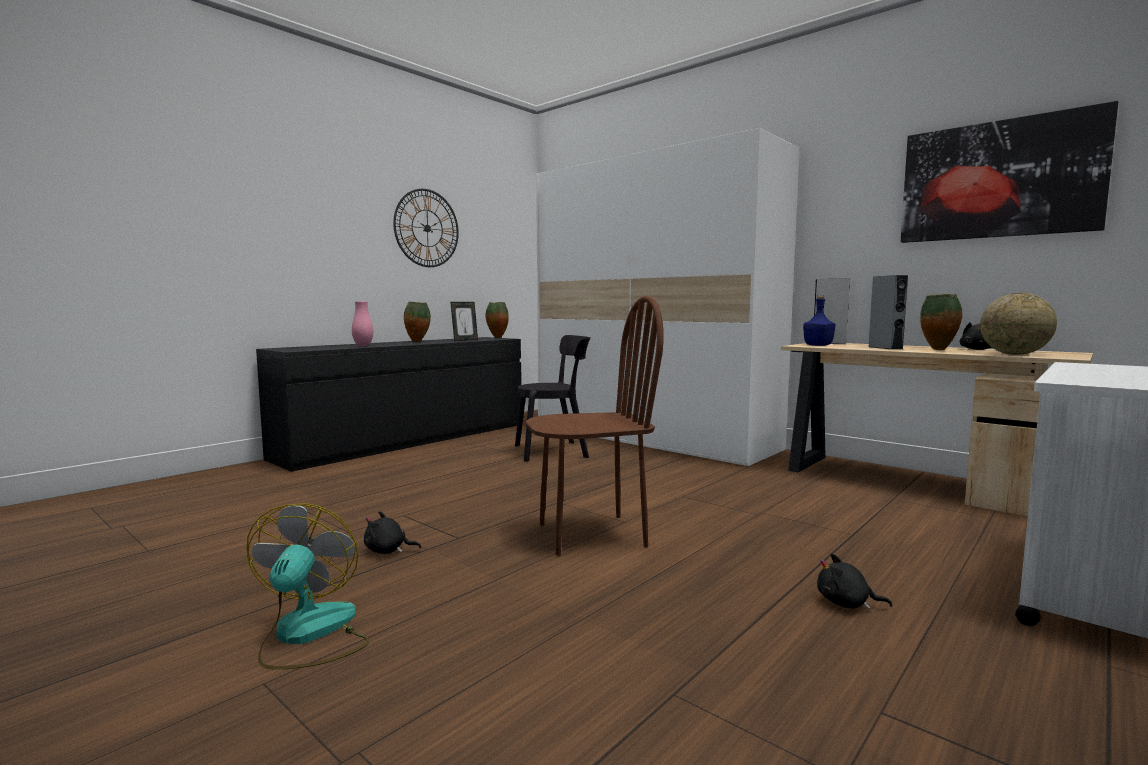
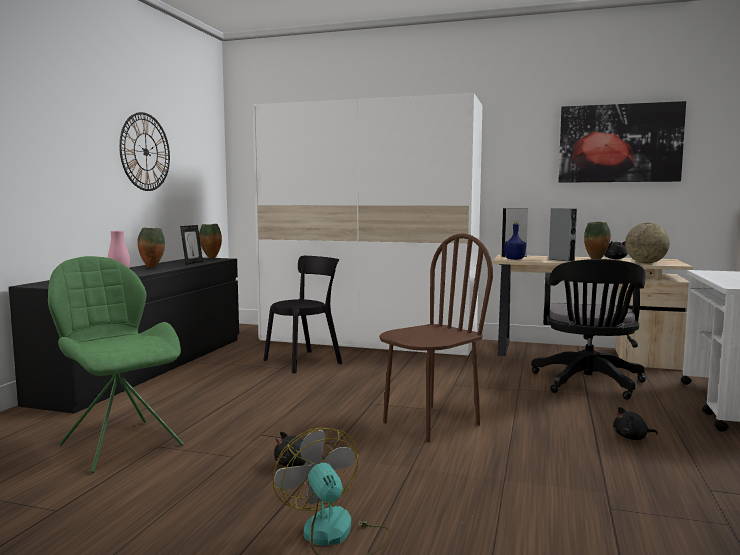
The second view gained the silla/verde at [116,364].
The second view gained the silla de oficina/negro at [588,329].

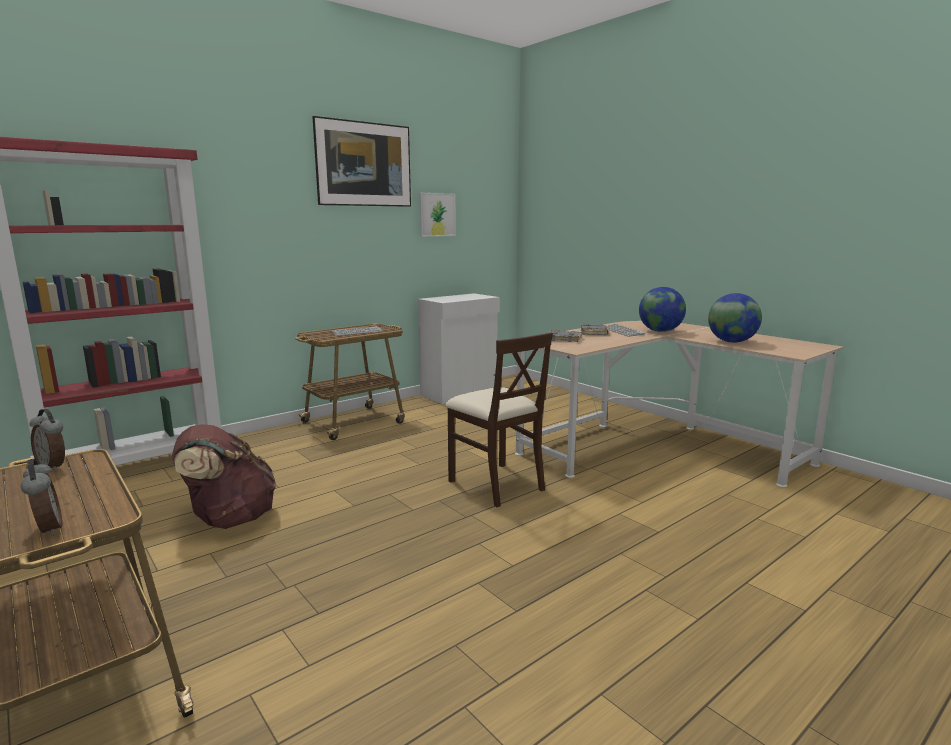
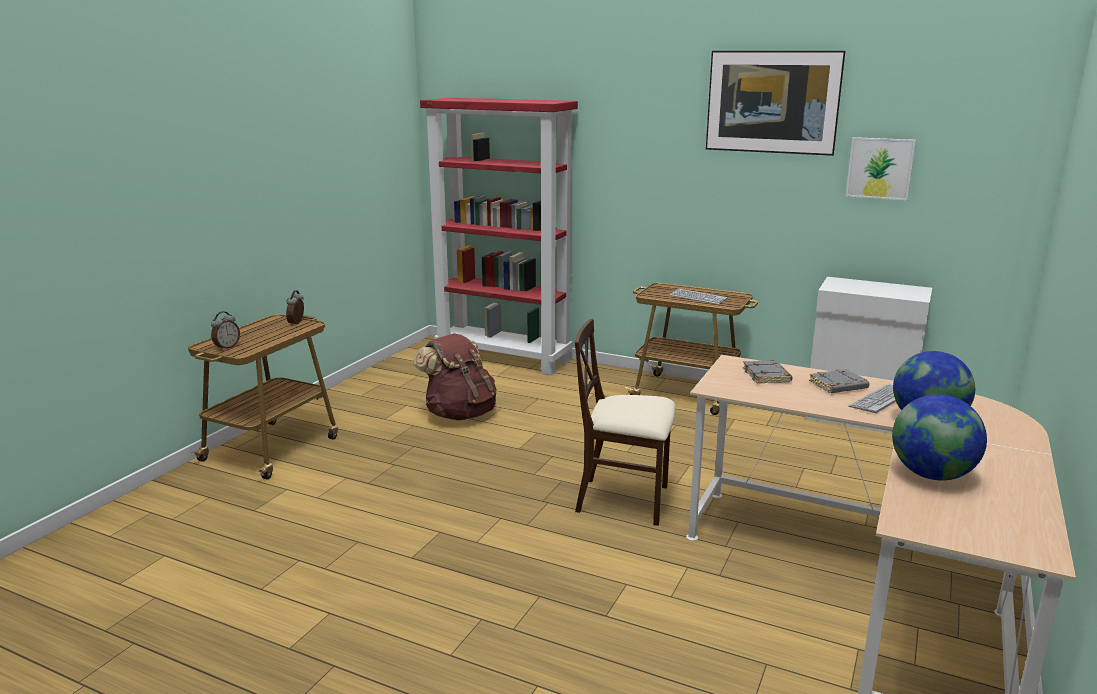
The silla/beis at [499,419] ended up facing another way, 75 degrees clockwise from before.

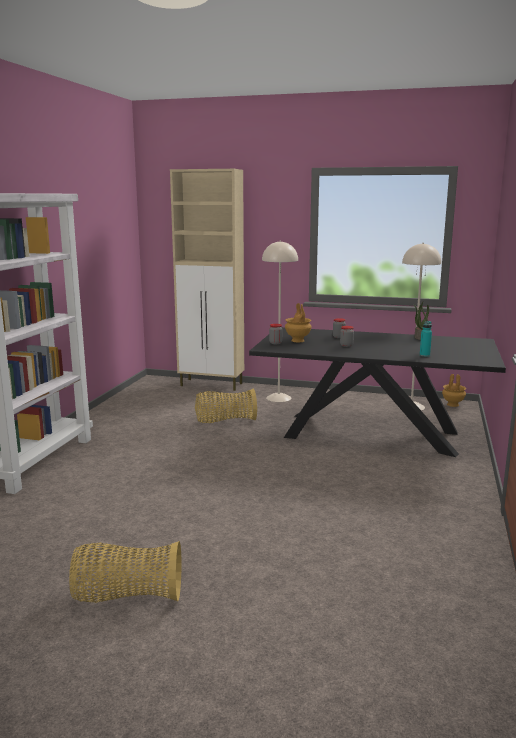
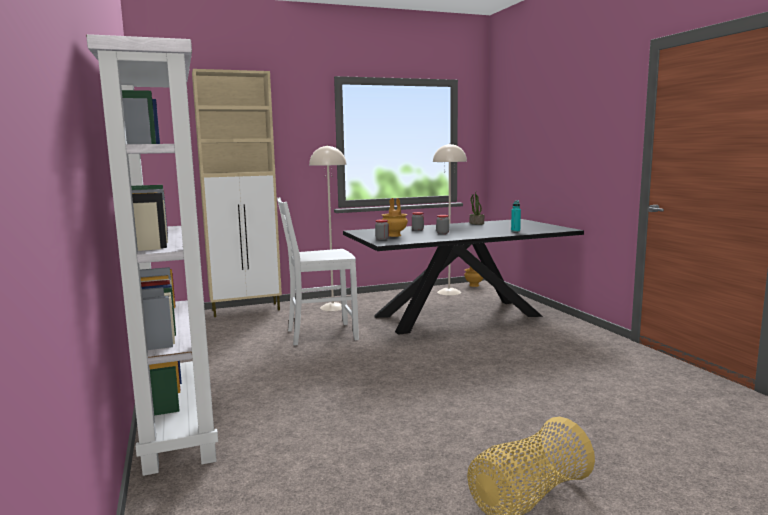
Where the cesta stood at [226,406], the silla/blanco came to stand at [318,271].

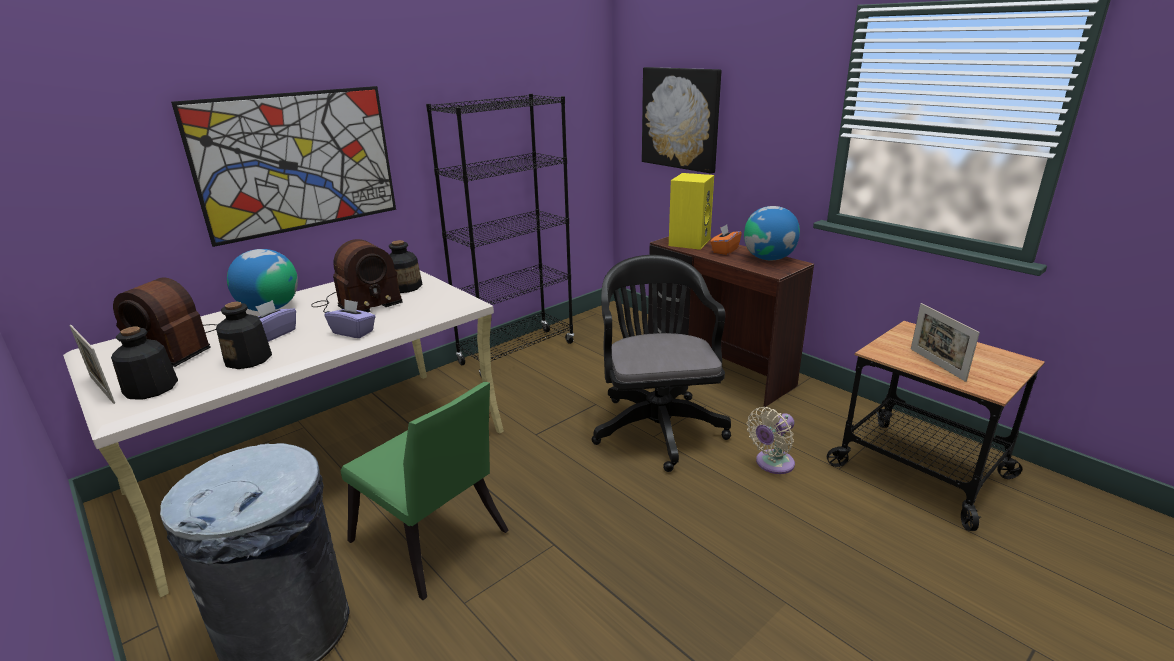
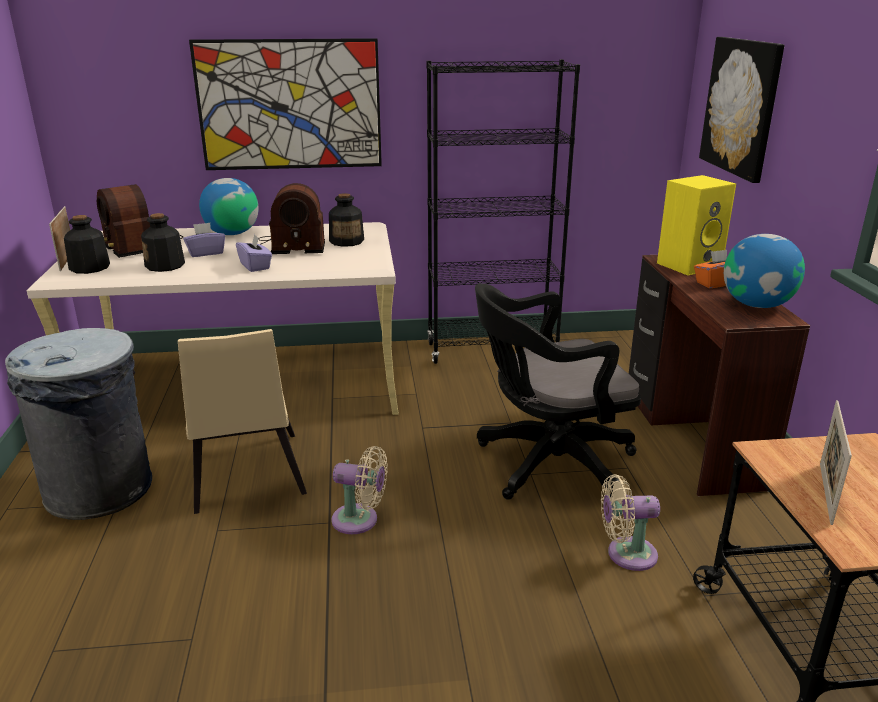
What was the silla/verde at [425,491] turned into the silla/beis at [242,421].
The second view gained the ventilador/beis at [359,490].
The silla de oficina/negro at [661,363] ended up facing another way, 135 degrees counterclockwise from before.

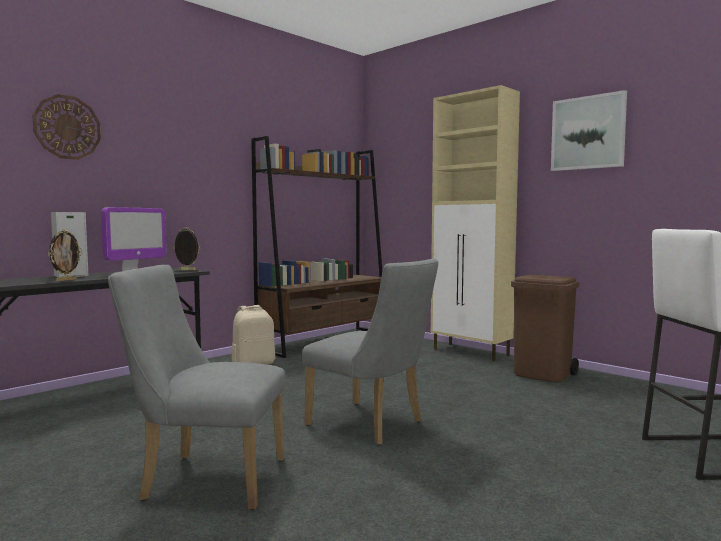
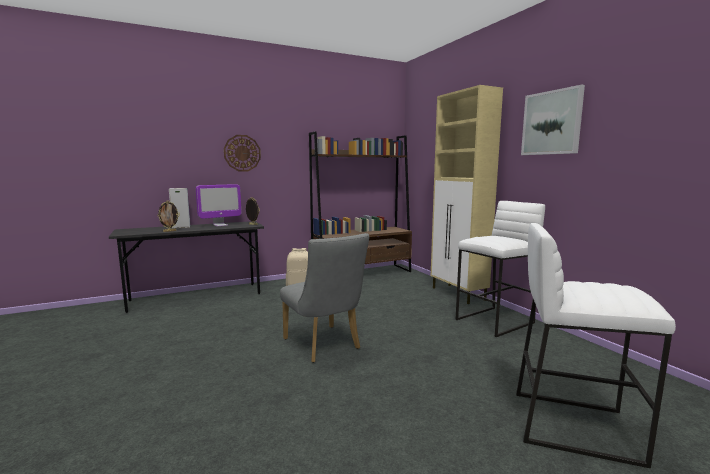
The reloj de pared ended up elsewhere, having gone from [66,127] to [242,153].
Where the papelera/marrón stood at [545,329], the taburete/blanco came to stand at [500,269].
The second view lost the silla/gris at [197,387].

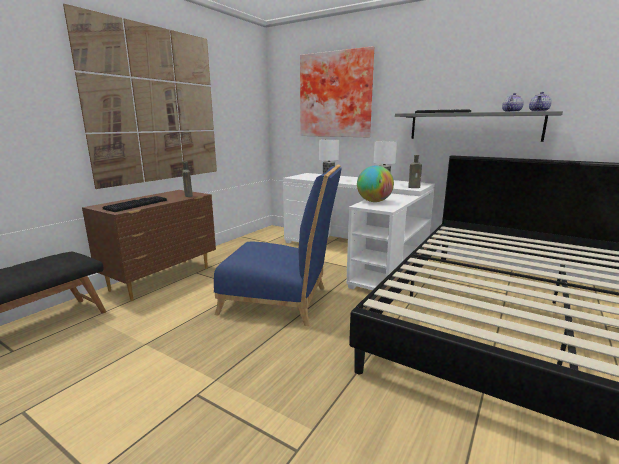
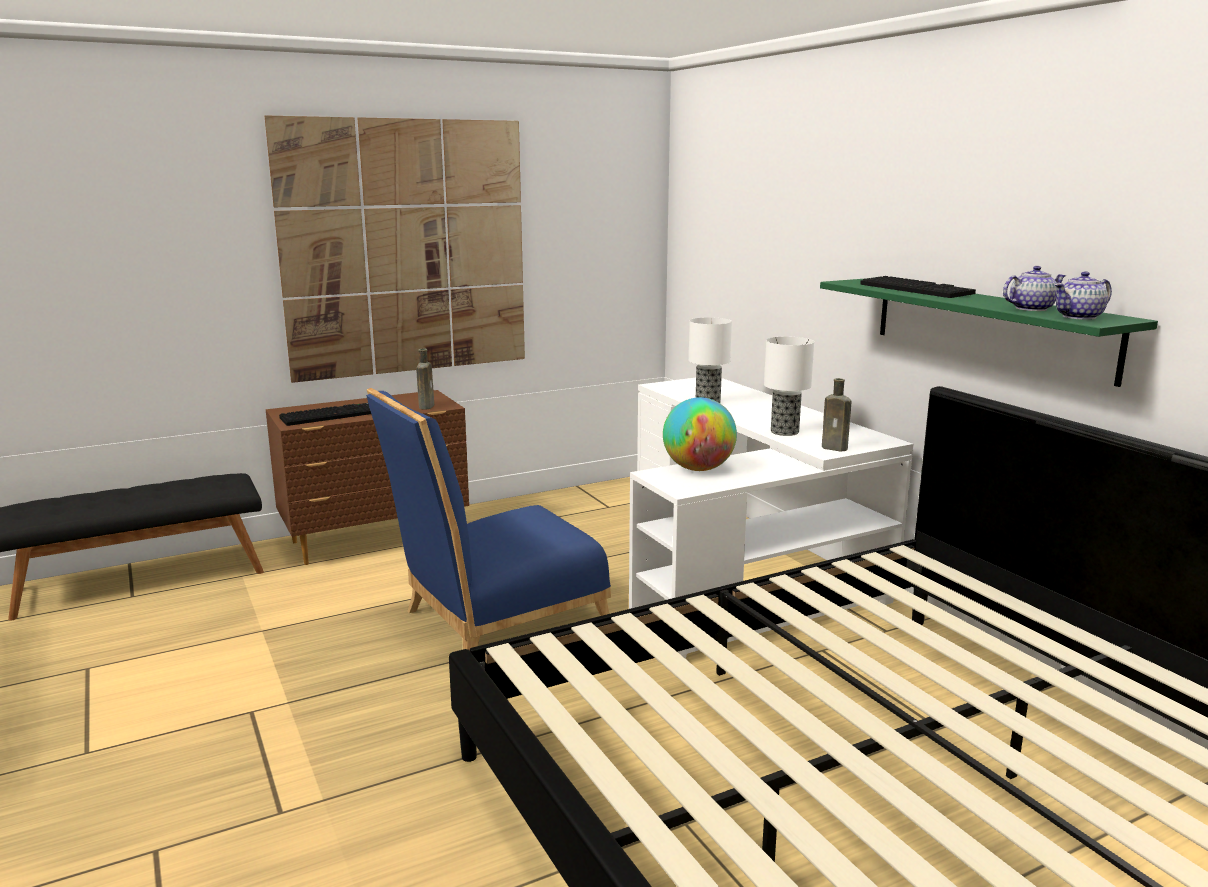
The silla/azul at [277,245] ended up facing another way, 105 degrees clockwise from before.
What was the estante/gris at [479,126] turned into the estante/verde at [989,332].
The second view lost the cuadro at [337,91].

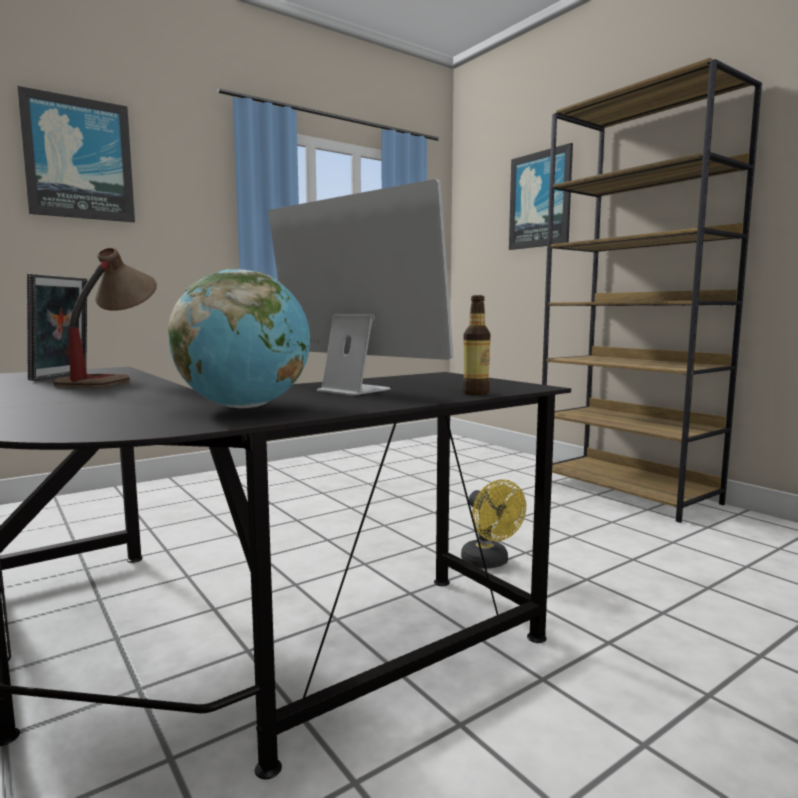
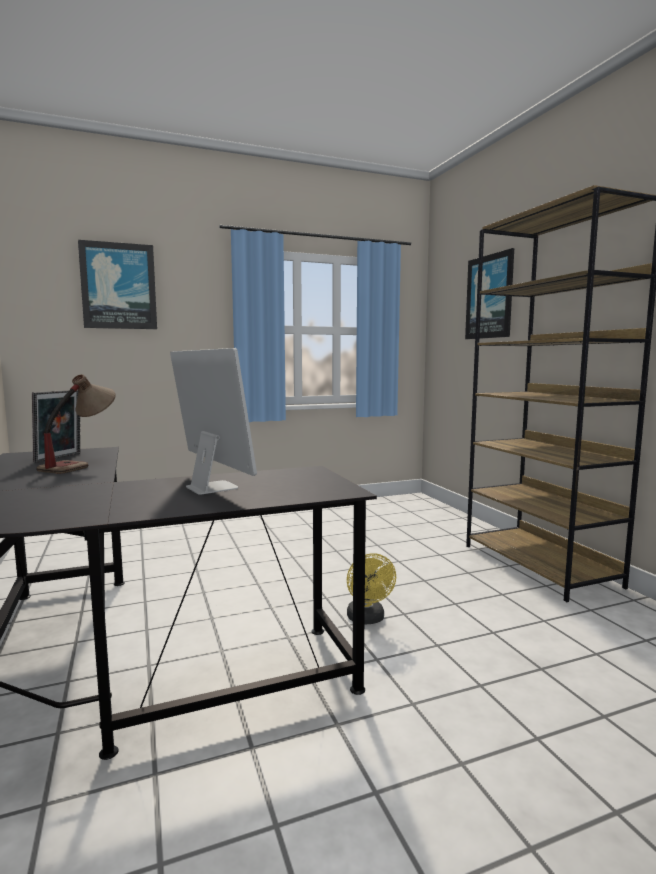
The second view lost the globo terráqueo at [239,338].
The second view lost the botella at [476,345].

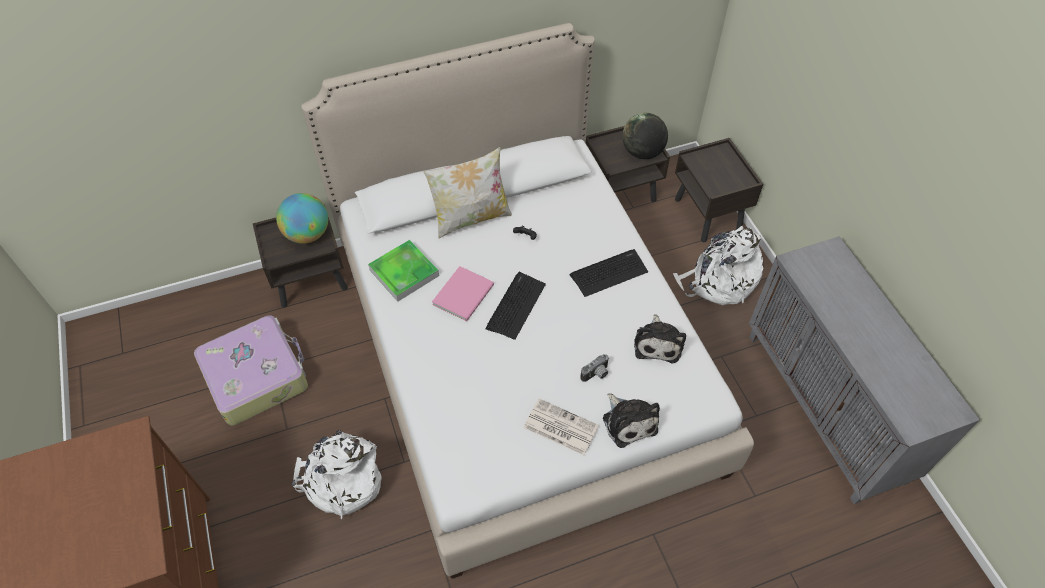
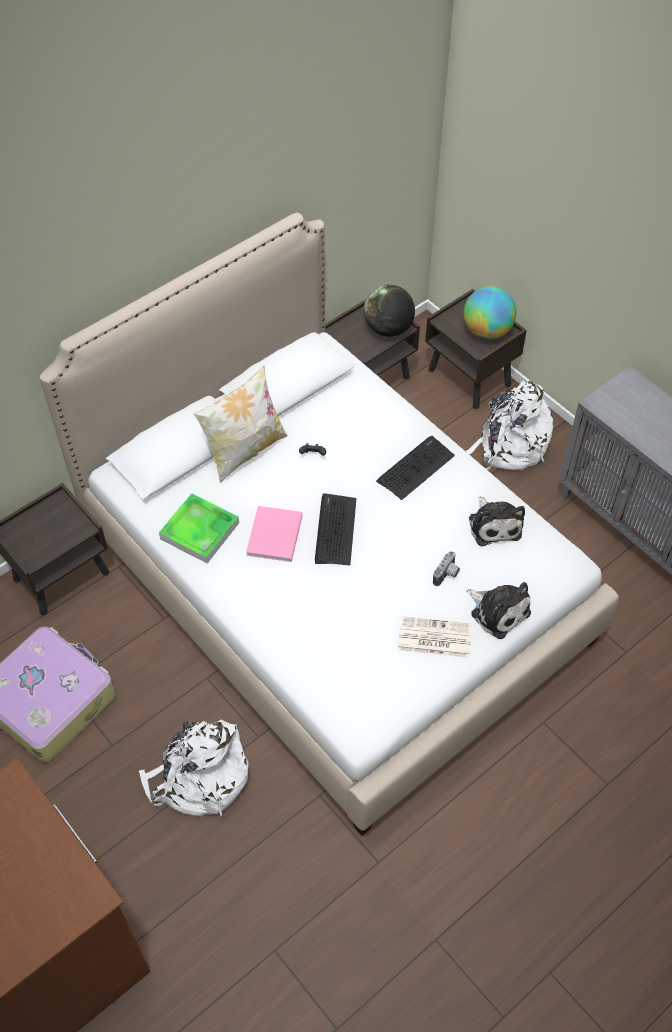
The globo terráqueo ended up elsewhere, having gone from [302,218] to [490,312].

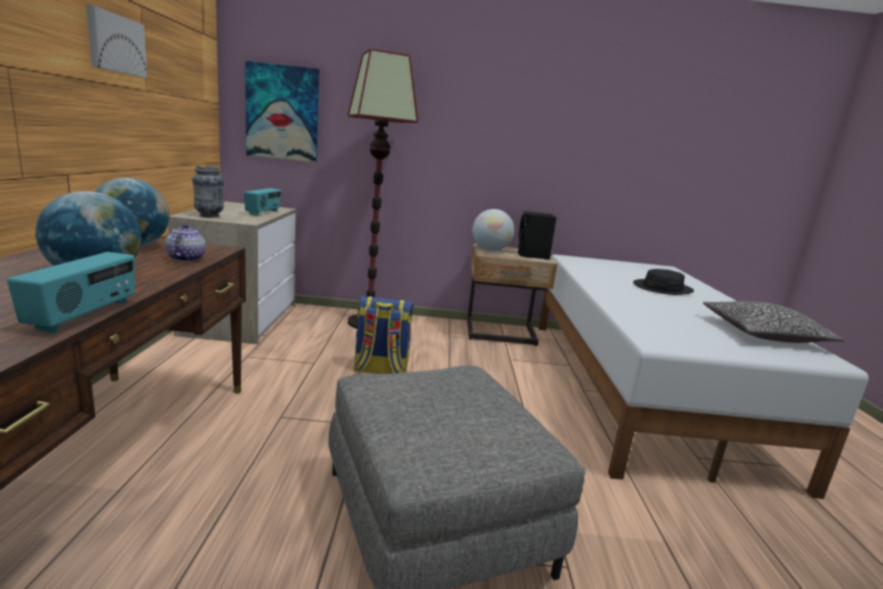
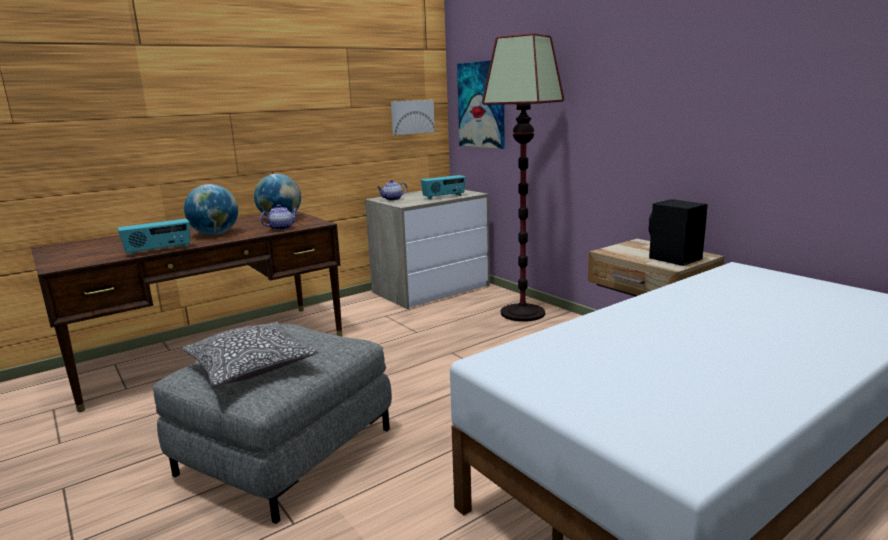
The cojín ended up elsewhere, having gone from [773,322] to [250,354].
Where the florero stood at [208,192], the tetera came to stand at [392,190].
The cuadro ended up elsewhere, having gone from [116,41] to [413,117].
The second view lost the mochila at [383,335].
The second view lost the globo terráqueo at [493,230].
The second view lost the sombrero/negro at [663,282].

